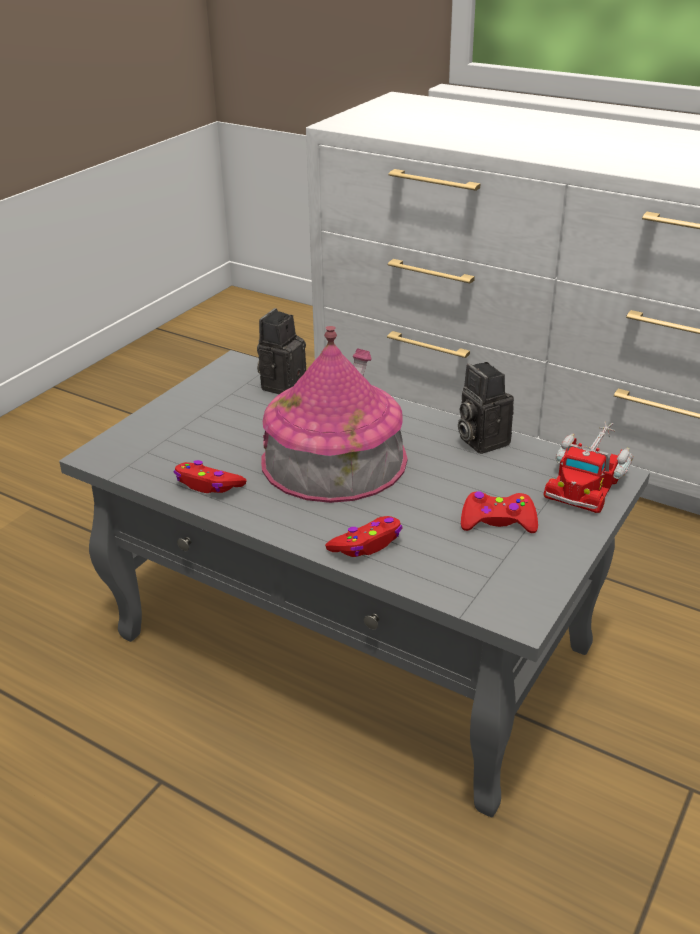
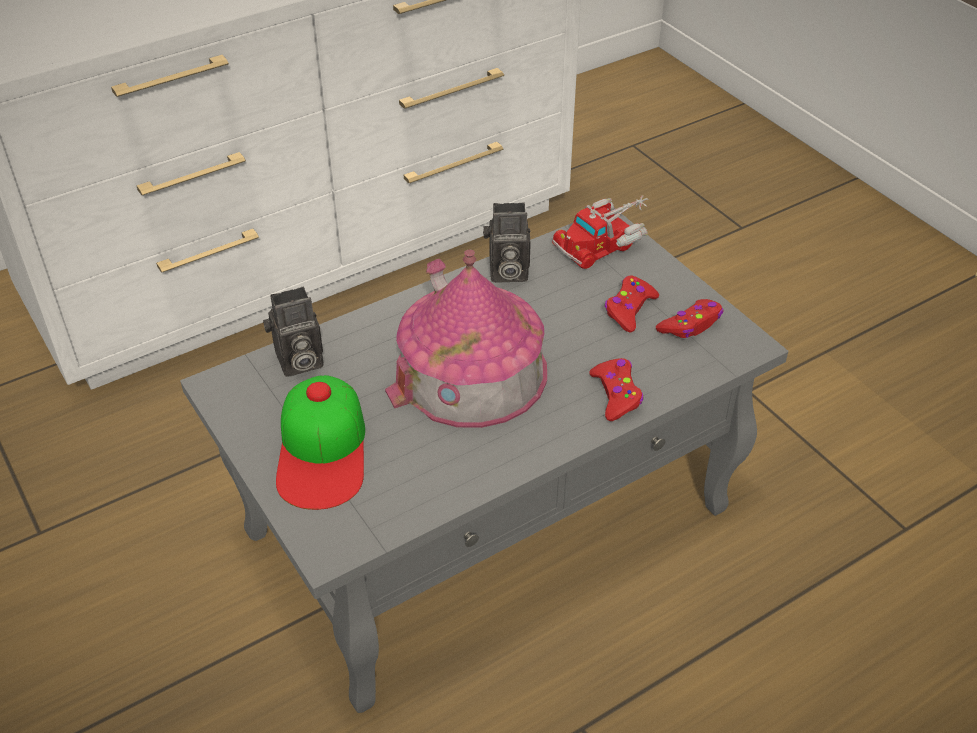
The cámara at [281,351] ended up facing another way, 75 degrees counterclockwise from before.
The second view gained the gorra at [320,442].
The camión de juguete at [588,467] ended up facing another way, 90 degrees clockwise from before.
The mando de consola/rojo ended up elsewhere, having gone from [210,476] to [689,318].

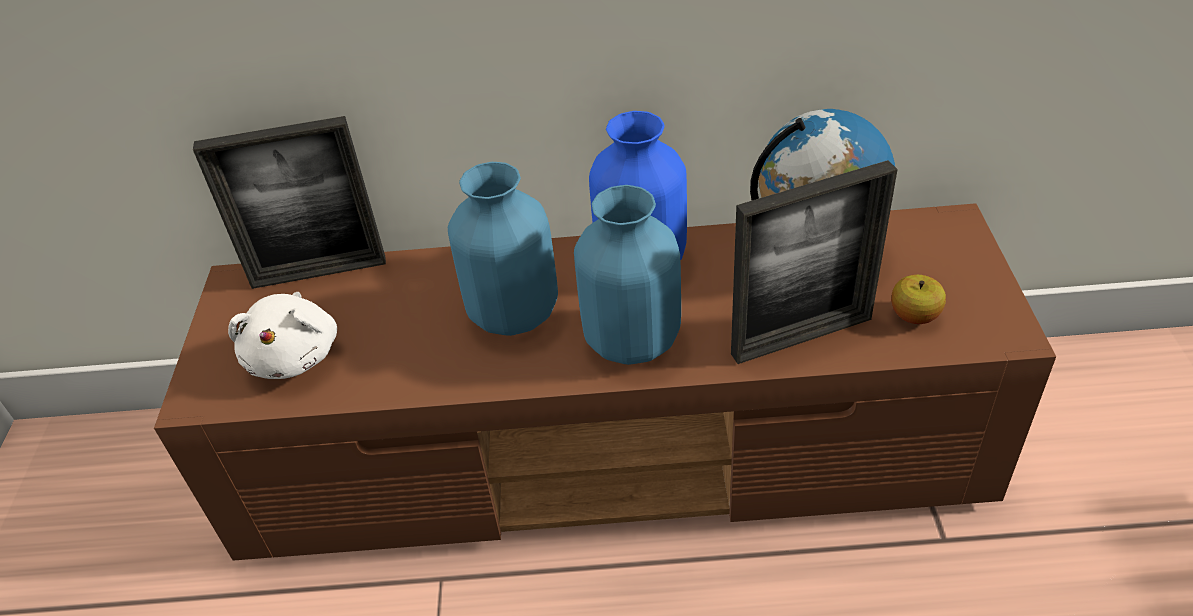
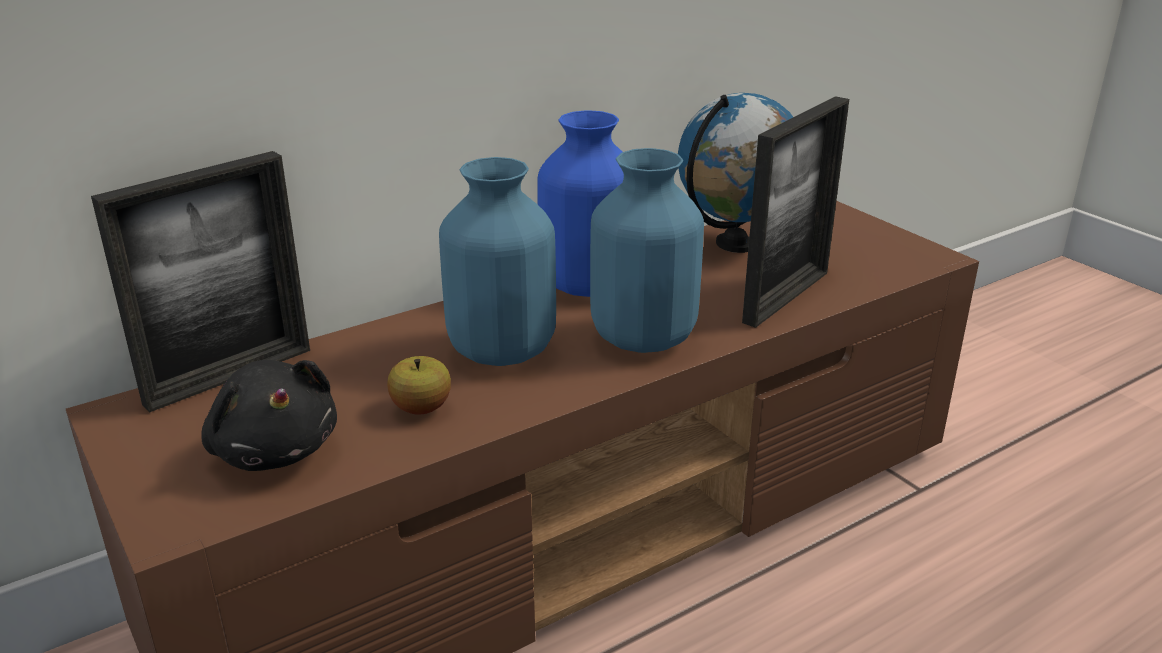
What was the peluche/blanco at [282,335] turned into the peluche/negro at [269,415].
The manzana ended up elsewhere, having gone from [918,299] to [419,385].

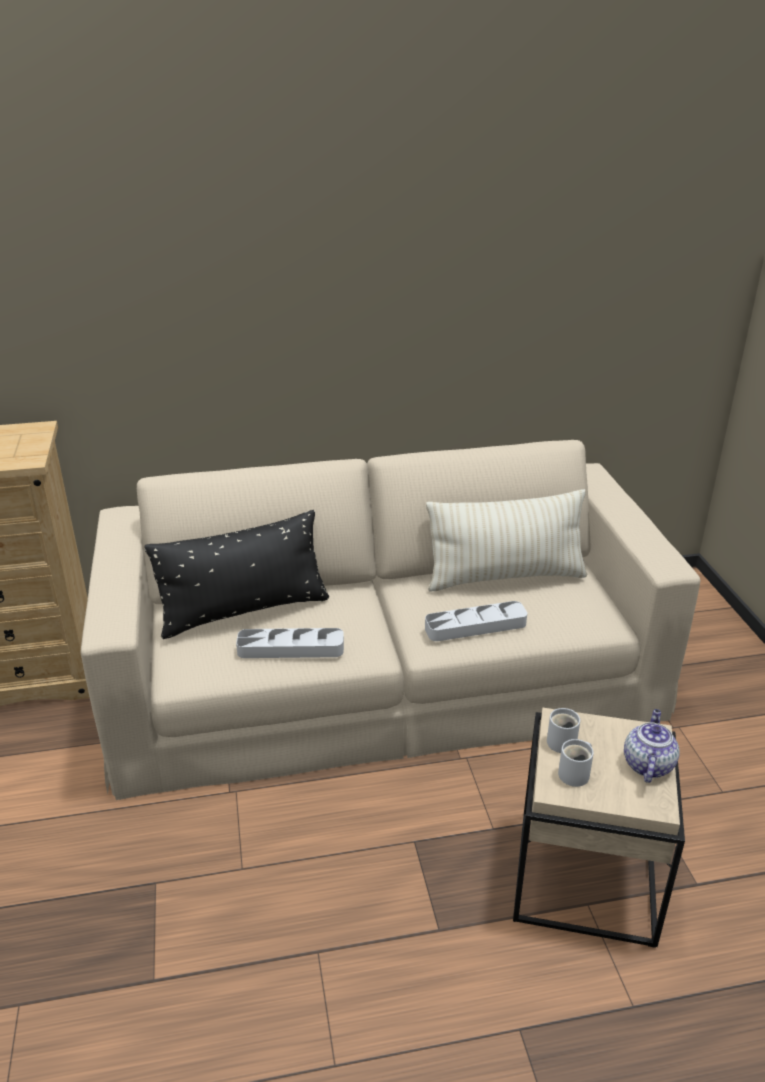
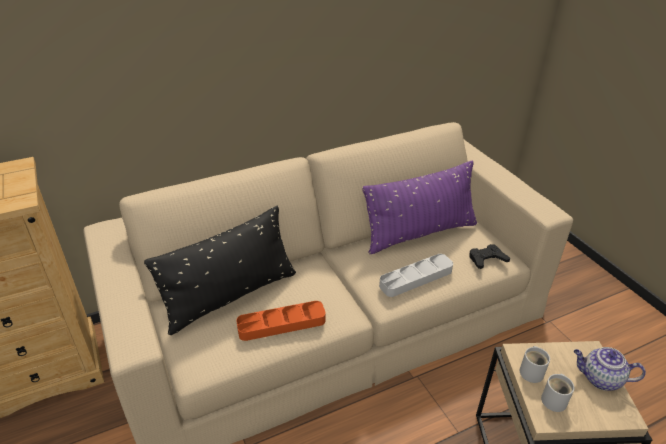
What was the bandeja/gris at [290,643] turned into the bandeja/naranja at [281,321].
What was the cojín/beis at [507,540] turned into the cojín/morado at [419,207].
The second view gained the mando de consola/negro at [489,256].
The tetera at [651,746] ended up facing another way, 75 degrees counterclockwise from before.

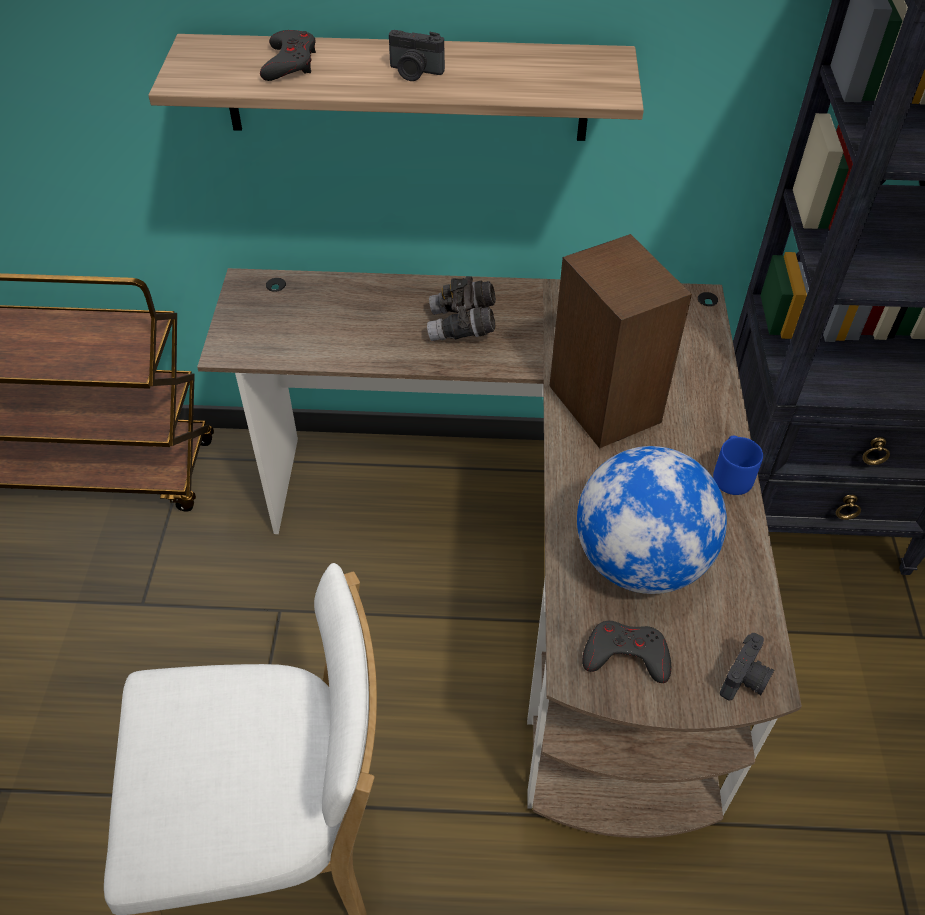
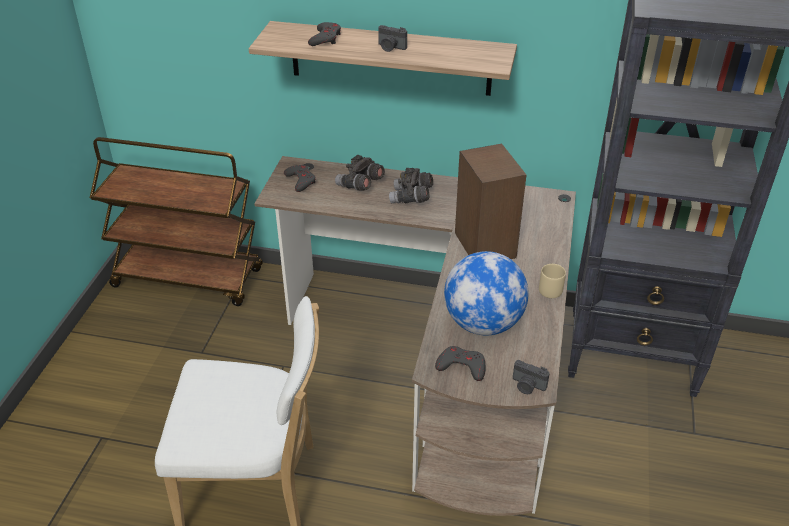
The second view gained the mando de consola/gris at [300,178].
The second view gained the prismáticos/gris at [360,173].
The cámara at [747,667] ended up facing another way, 75 degrees clockwise from before.
What was the taza grande/azul at [738,465] turned into the taza grande/beis at [552,281].

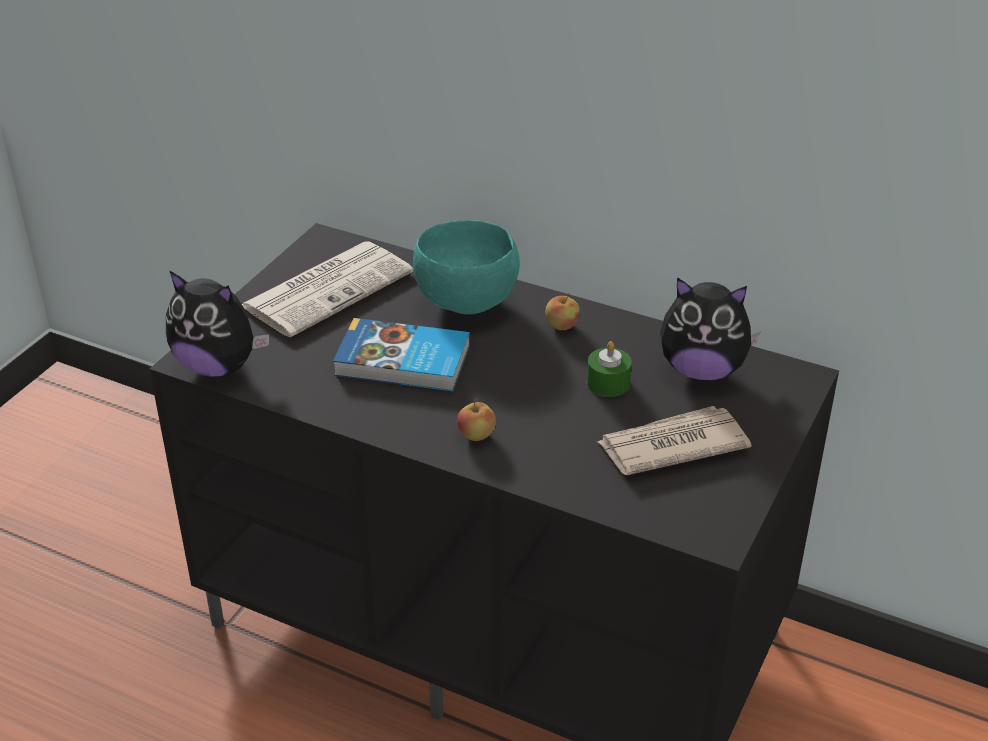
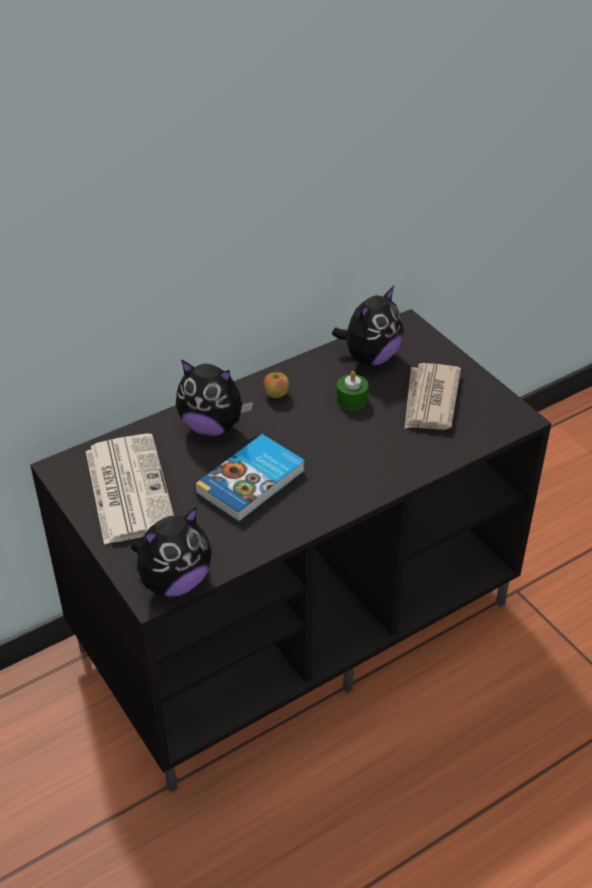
Where the cuenco/turquesa stood at [466,267], the peluche came to stand at [214,397].
The second view lost the manzana at [476,419].

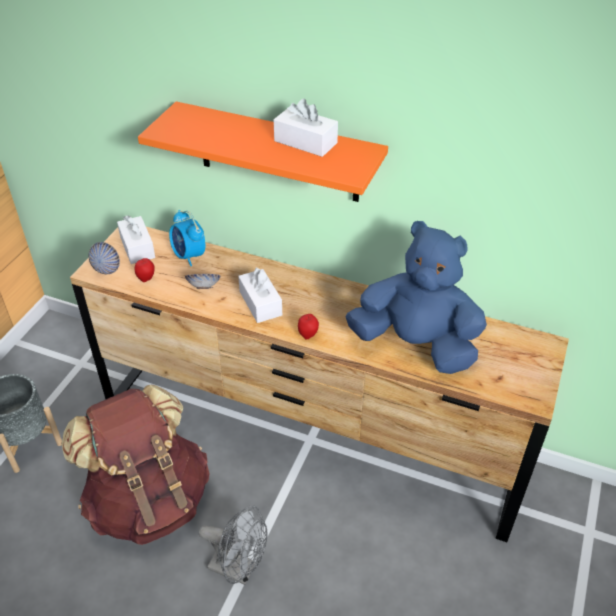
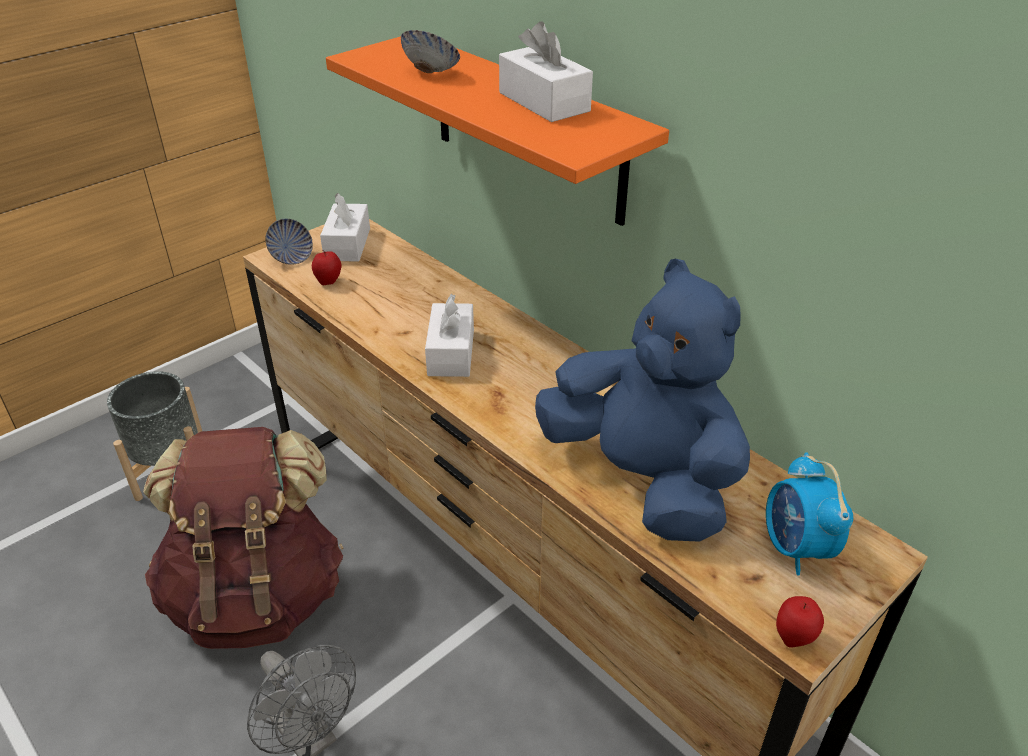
The cuenco ended up elsewhere, having gone from [202,281] to [430,51].
The despertador ended up elsewhere, having gone from [187,238] to [809,514].
The manzana ended up elsewhere, having gone from [308,327] to [800,622].

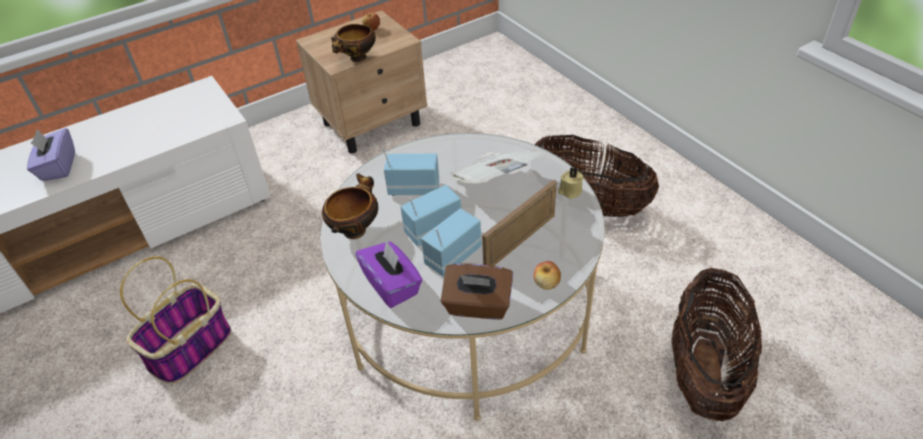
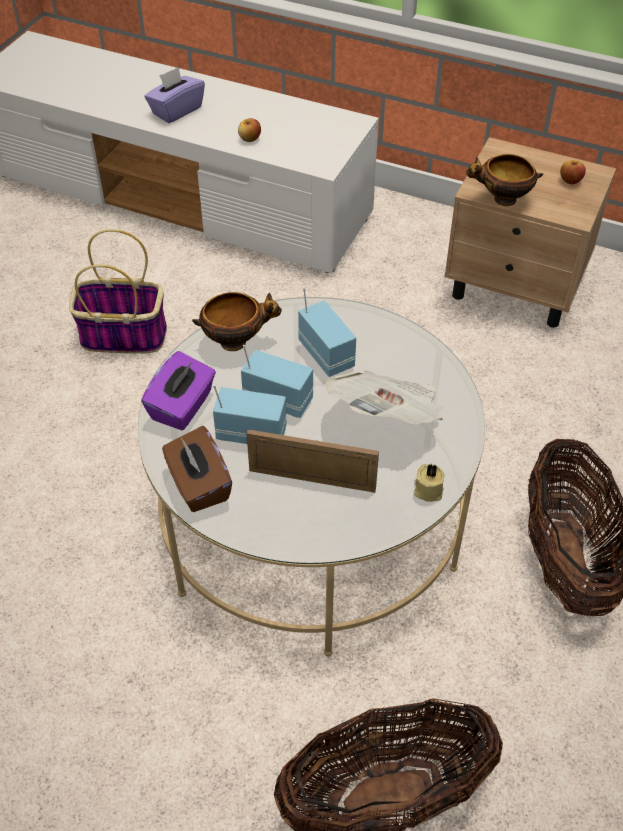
The manzana ended up elsewhere, having gone from [547,275] to [249,130].

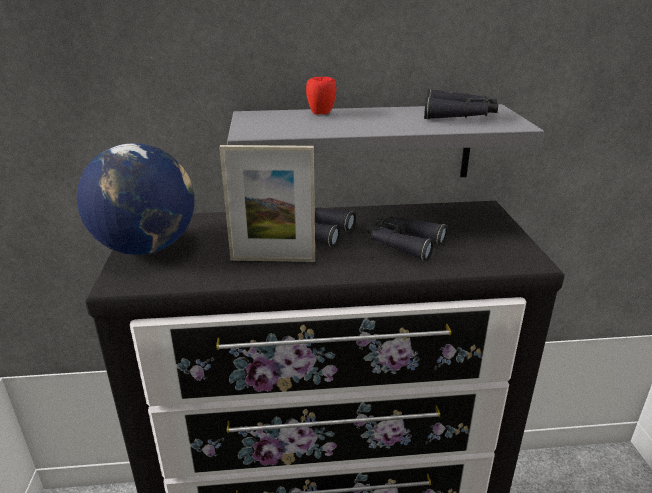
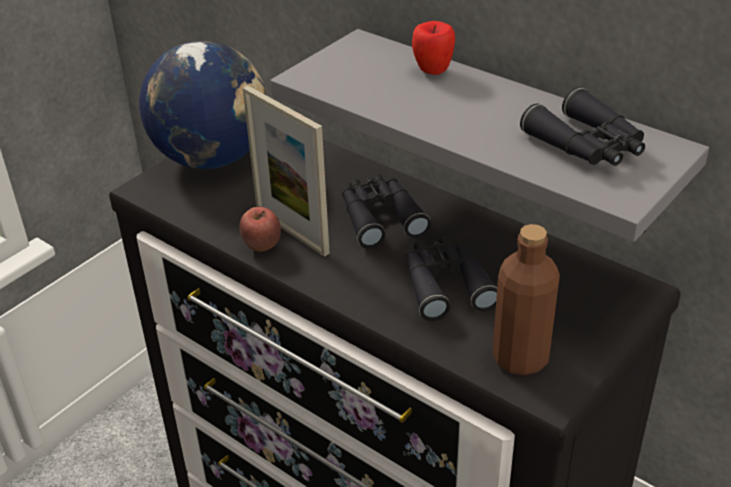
The second view gained the manzana at [260,229].
The second view gained the botella/marrón at [526,299].

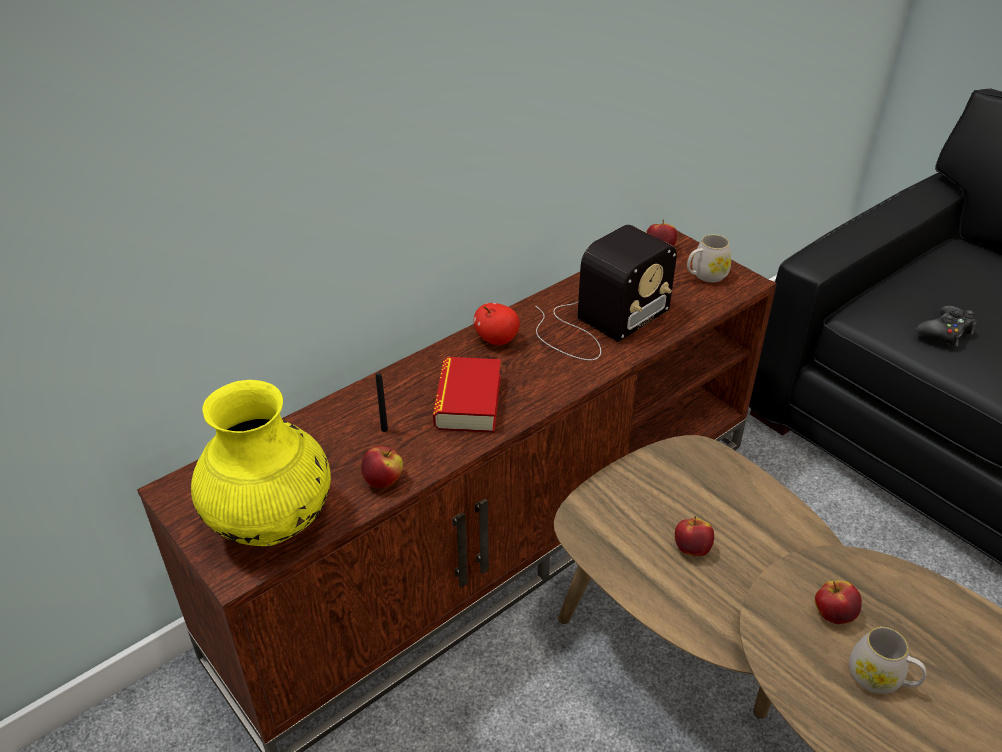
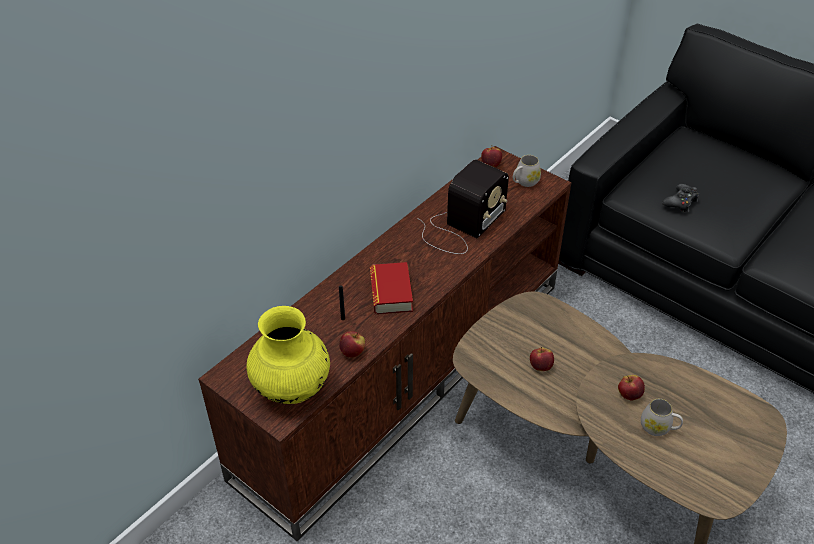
The second view lost the manzana at [497,324].

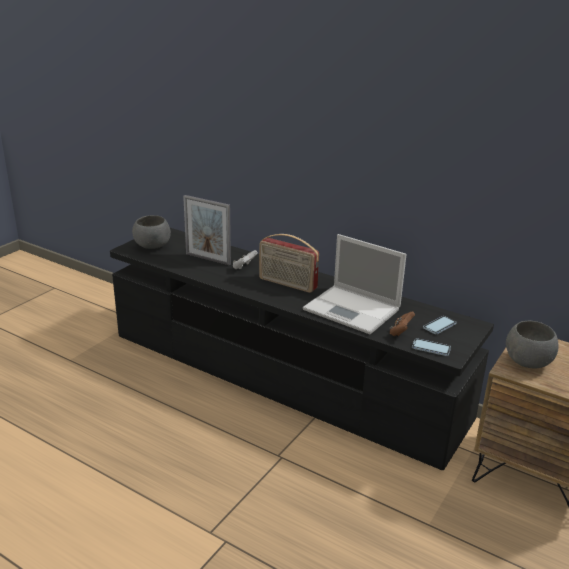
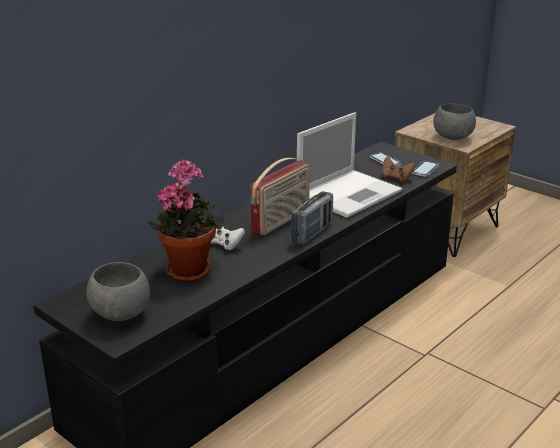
Where the portarretratos stood at [207,230], the planta en maceta came to stand at [186,220].
The second view gained the radio at [312,218].

